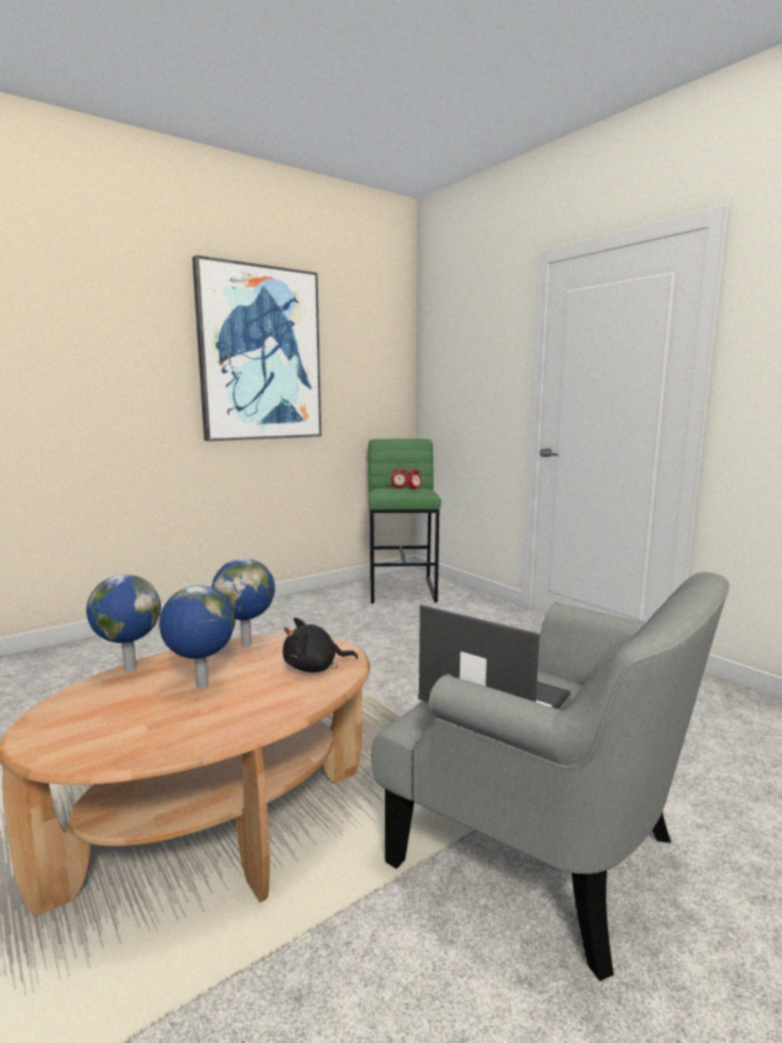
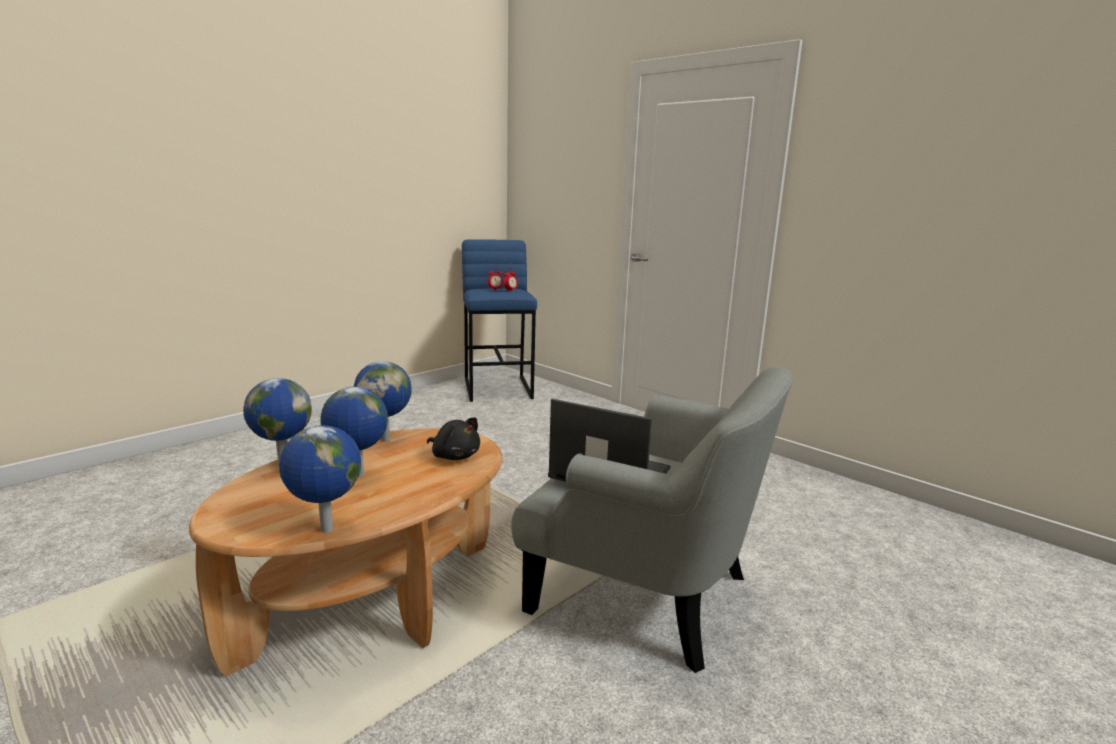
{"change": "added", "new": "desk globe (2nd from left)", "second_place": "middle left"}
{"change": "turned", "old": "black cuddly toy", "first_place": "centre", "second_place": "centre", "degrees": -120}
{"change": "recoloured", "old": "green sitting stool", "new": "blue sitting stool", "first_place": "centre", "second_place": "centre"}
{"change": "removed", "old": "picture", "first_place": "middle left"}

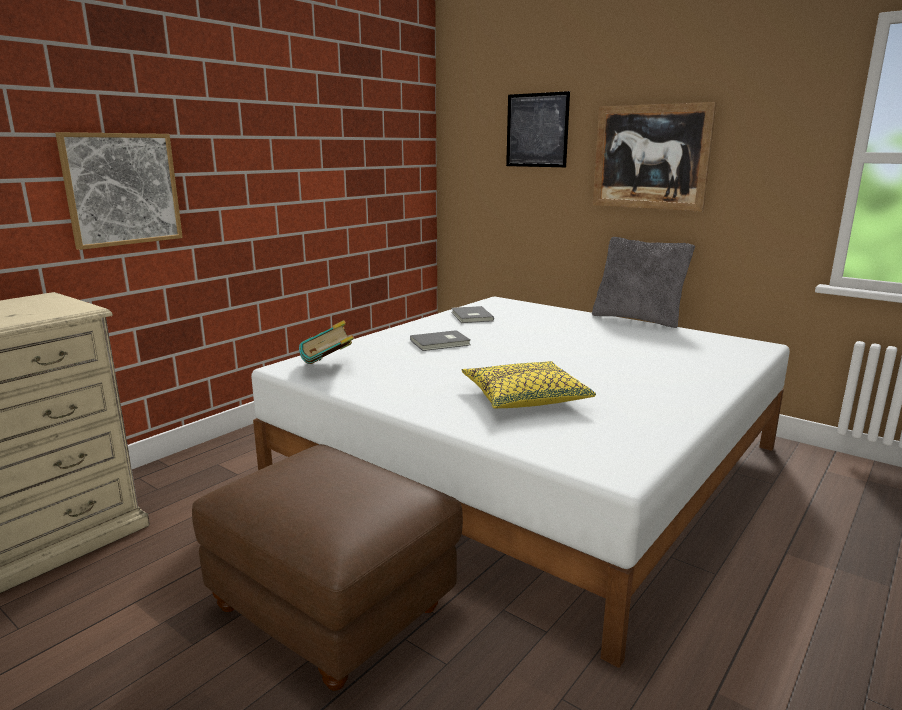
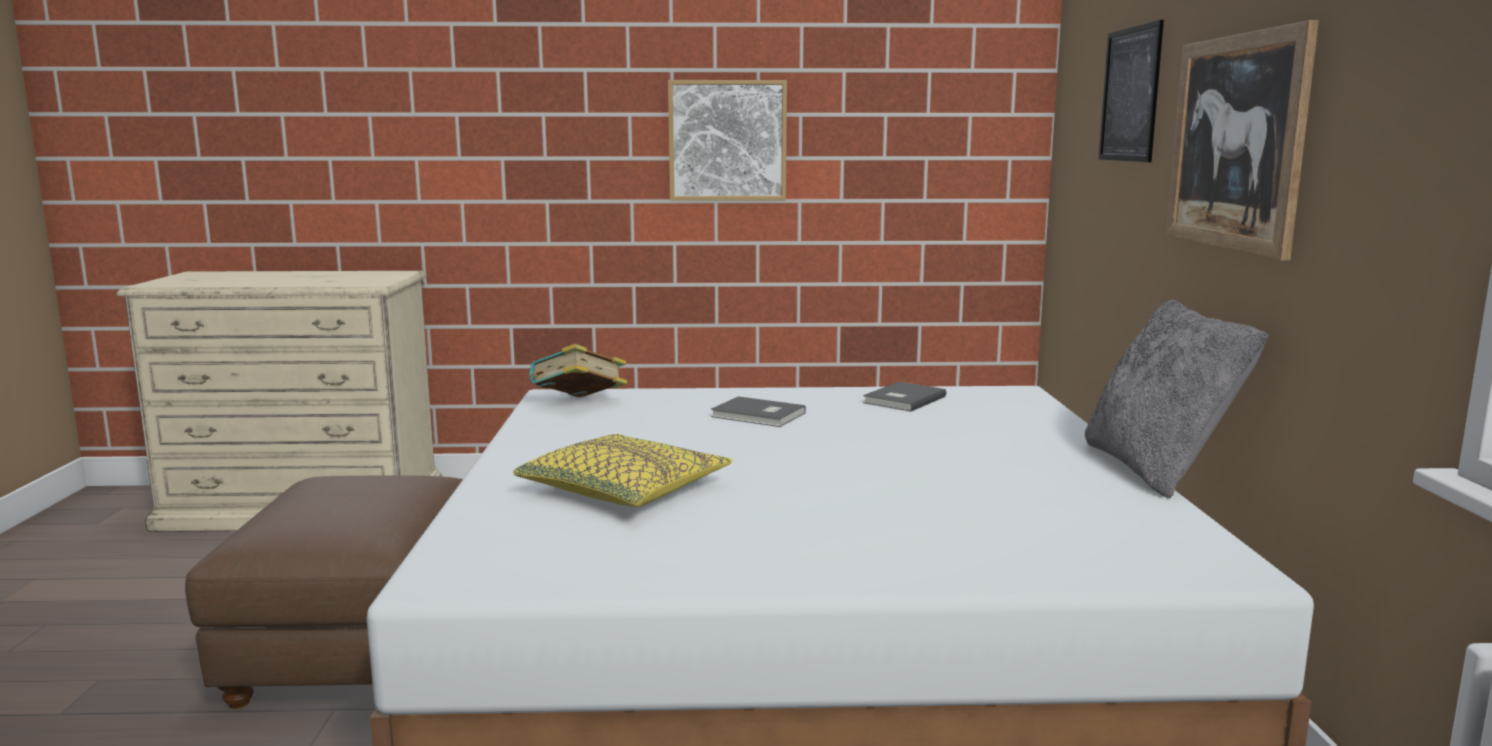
{"change": "moved", "old": "picture (1st from left)", "first_place": "top left", "second_place": "top centre"}

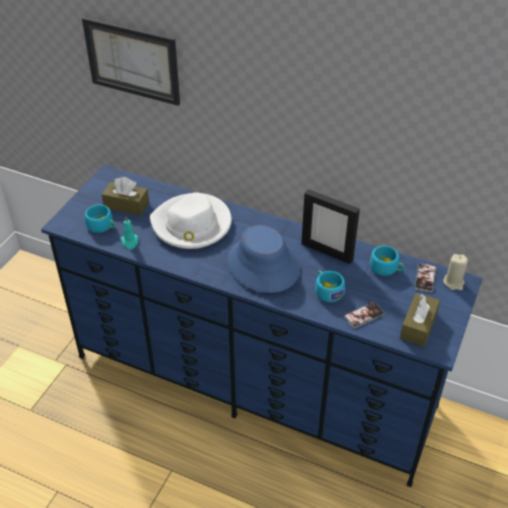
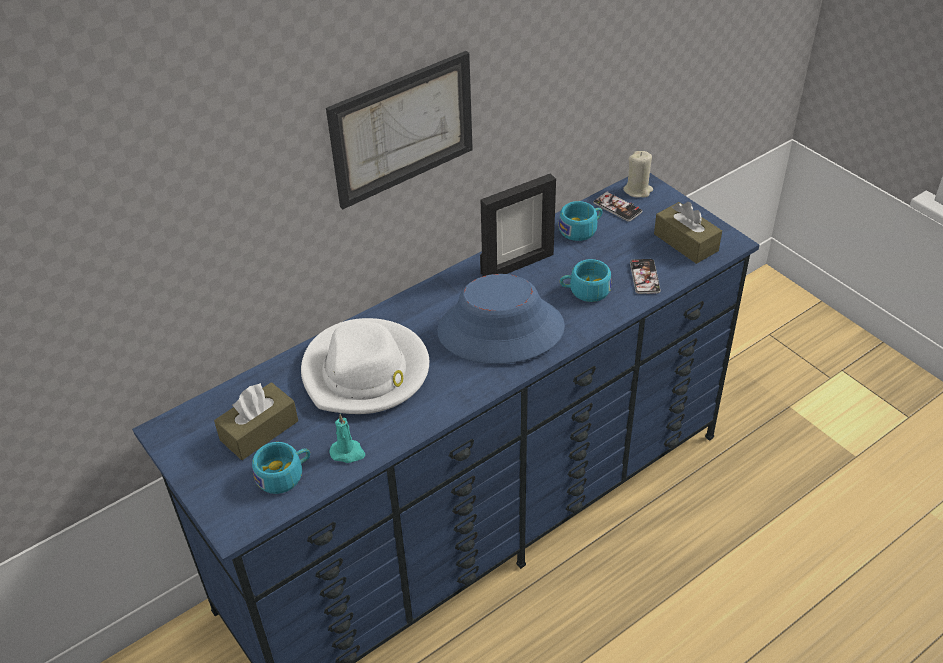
{"change": "moved", "old": "picture", "first_place": "top left", "second_place": "top centre"}

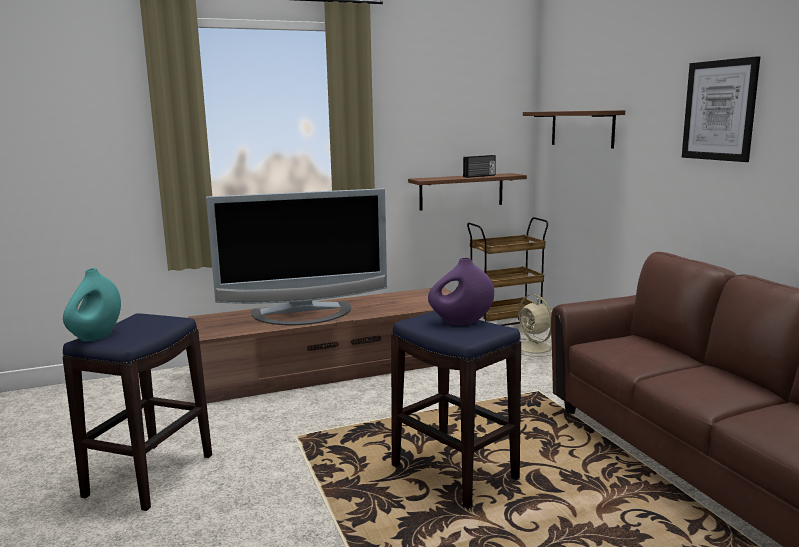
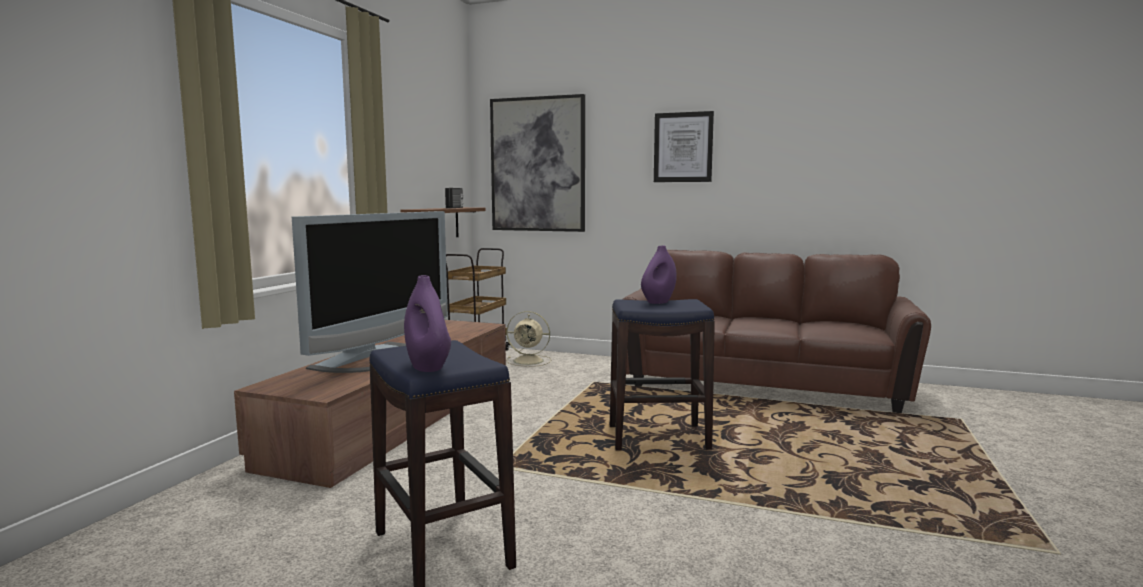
{"change": "recoloured", "old": "turquoise flower vase", "new": "purplish flower vase (1st from left)", "first_place": "middle left", "second_place": "centre"}
{"change": "replaced", "old": "brown-coloured shelf (2nd from left)", "new": "picture (1st from left)", "first_place": "top right", "second_place": "top centre"}

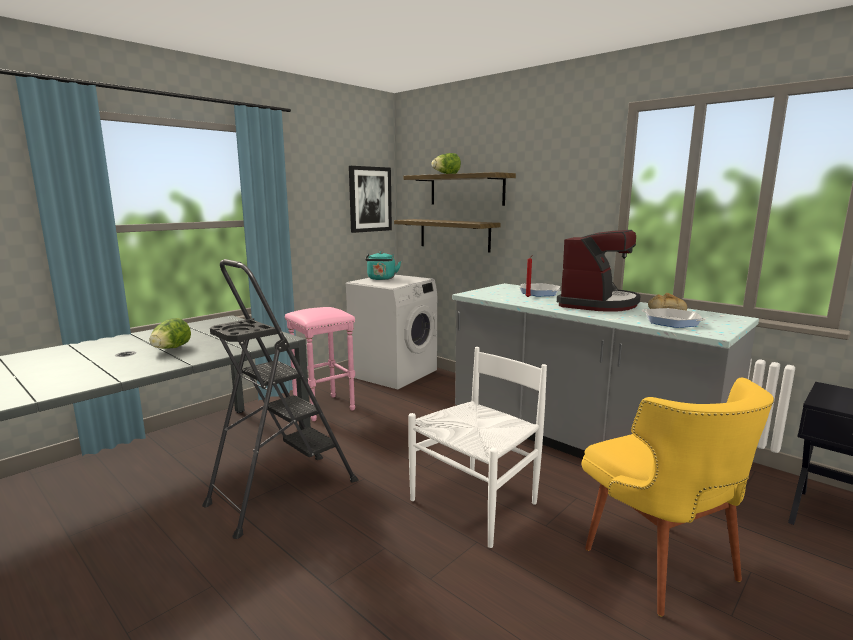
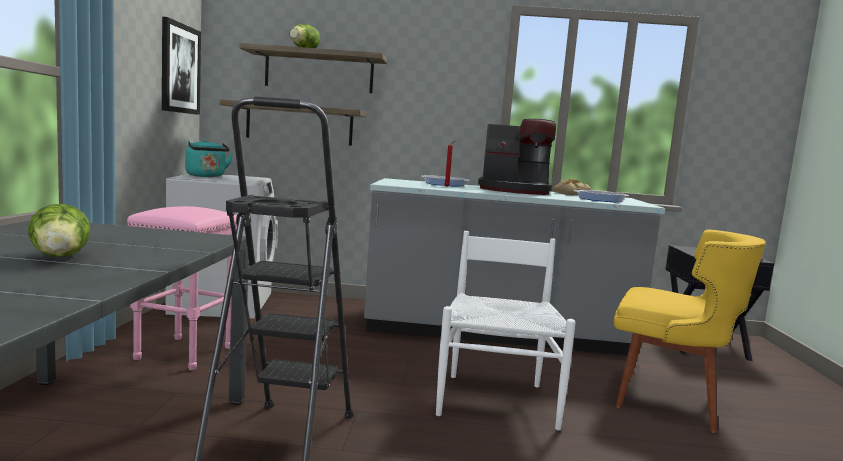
{"change": "turned", "old": "coffee machine", "first_place": "middle right", "second_place": "centre", "degrees": 105}

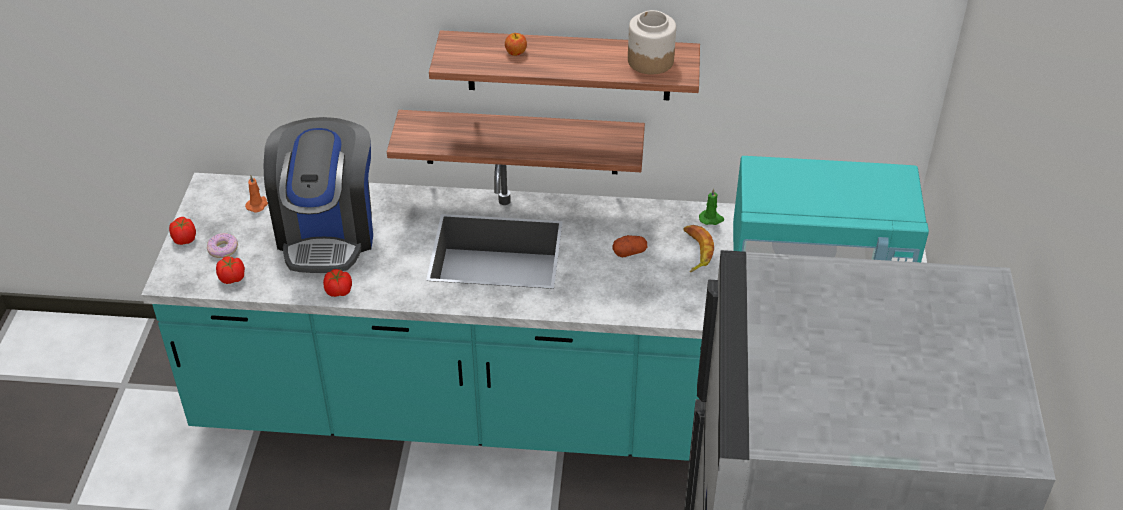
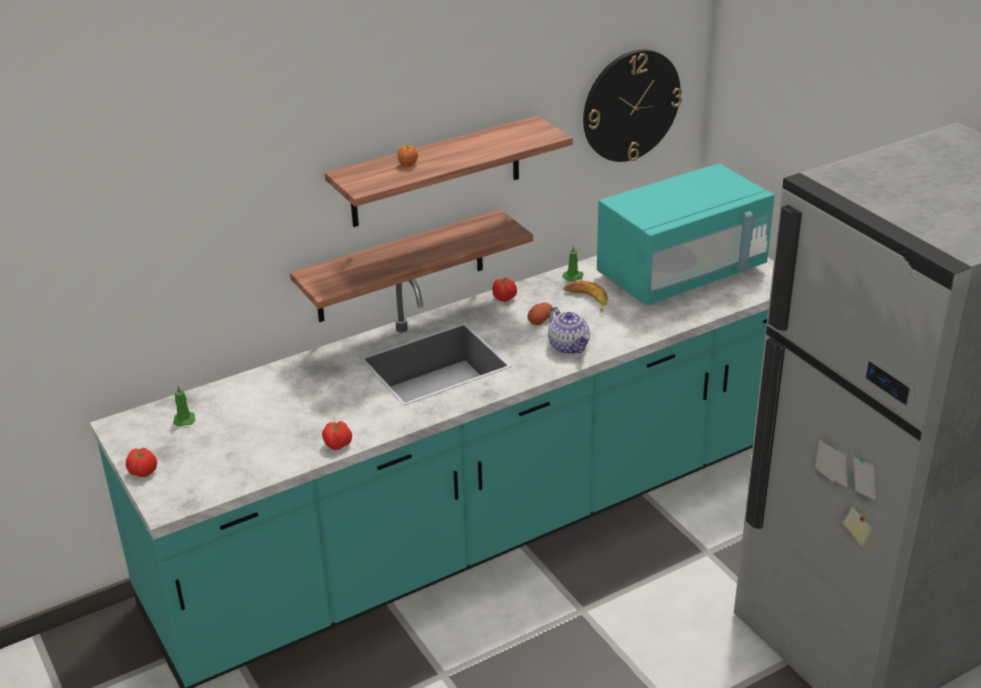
{"change": "recoloured", "old": "orange wax candle", "new": "green wax candle (1st from left)", "first_place": "middle left", "second_place": "middle left"}
{"change": "moved", "old": "whole tomato (2nd from left in the first image)", "new": "whole tomato (3rd from left)", "first_place": "middle left", "second_place": "centre"}
{"change": "added", "new": "teapot", "second_place": "centre"}
{"change": "added", "new": "clock on the wall", "second_place": "top centre"}
{"change": "removed", "old": "ring doughnut", "first_place": "middle left"}
{"change": "removed", "old": "coffee machine", "first_place": "middle left"}
{"change": "removed", "old": "preserve jar", "first_place": "top centre"}

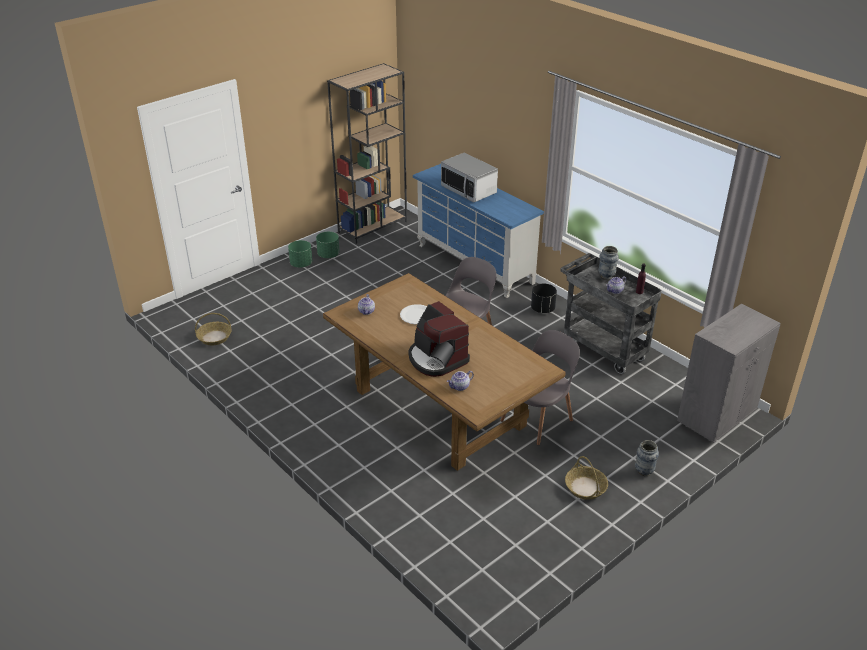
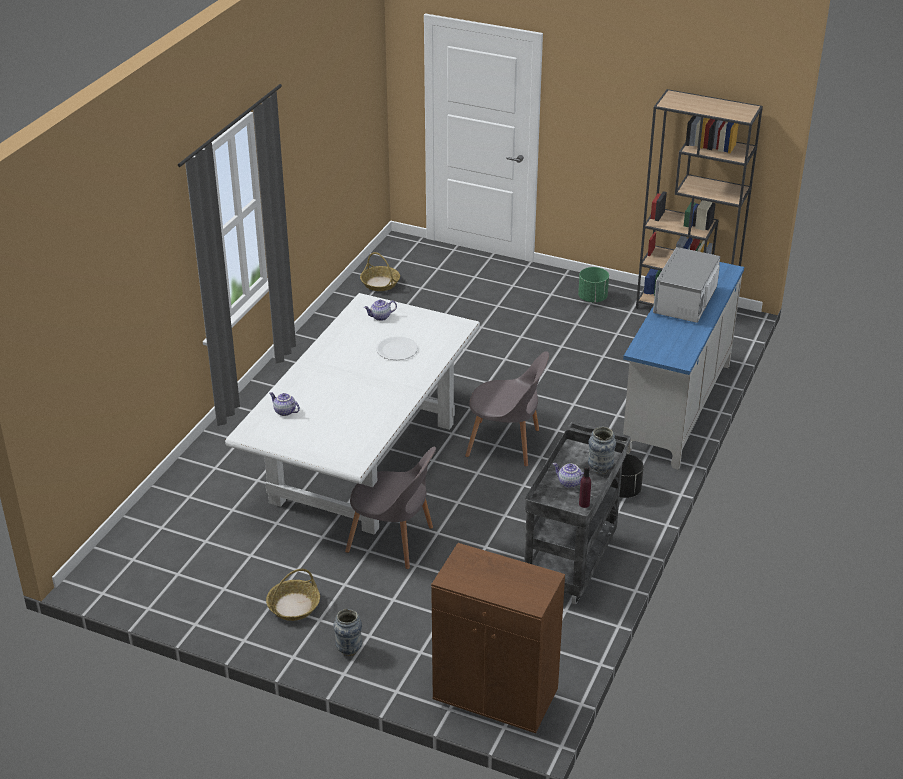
{"change": "recoloured", "old": "brown-coloured dining table", "new": "white-coloured dining table", "first_place": "centre", "second_place": "centre"}
{"change": "recoloured", "old": "greyish cabinet", "new": "brown-coloured cabinet", "first_place": "middle right", "second_place": "bottom centre"}
{"change": "removed", "old": "green plant pot (1st from left)", "first_place": "centre"}
{"change": "removed", "old": "coffee machine", "first_place": "centre"}

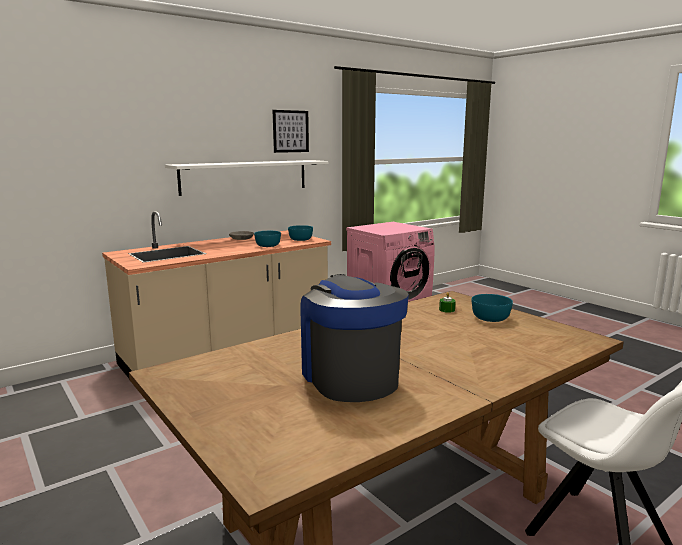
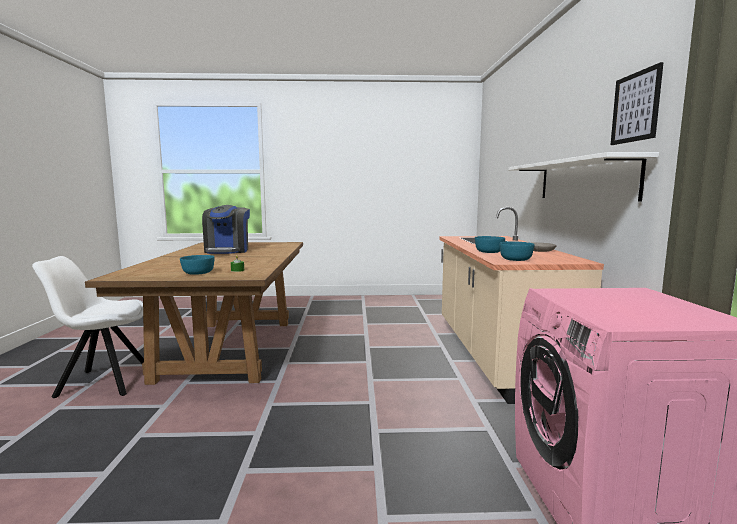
{"change": "turned", "old": "coffee machine", "first_place": "centre", "second_place": "middle left", "degrees": 75}

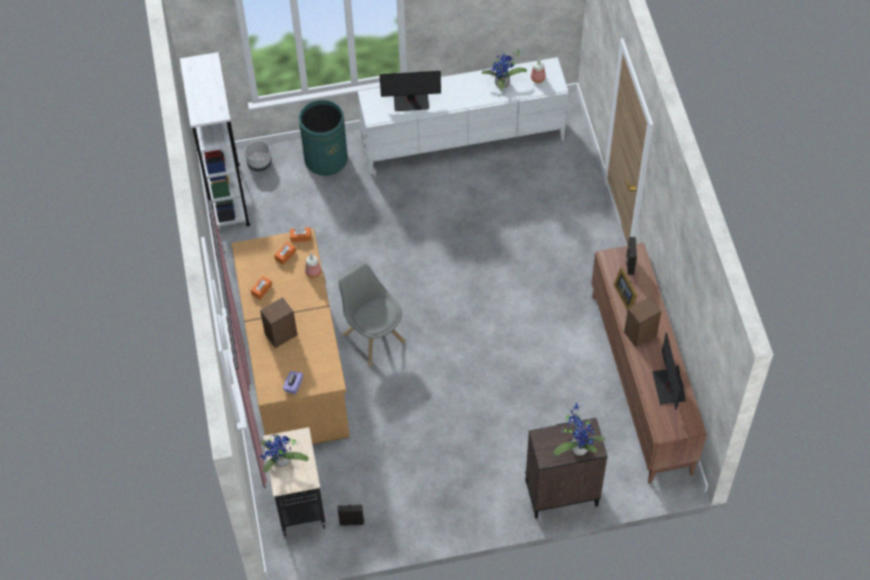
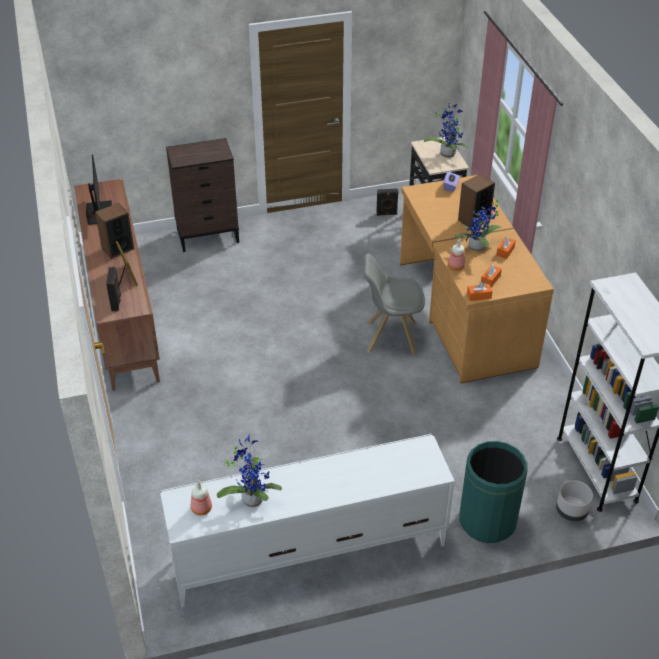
{"change": "turned", "old": "greyish upright chair", "first_place": "centre", "second_place": "centre", "degrees": 135}
{"change": "moved", "old": "plant in a pot (3rd from left)", "first_place": "bottom centre", "second_place": "middle right"}
{"change": "removed", "old": "monitor (1st from left)", "first_place": "top centre"}

